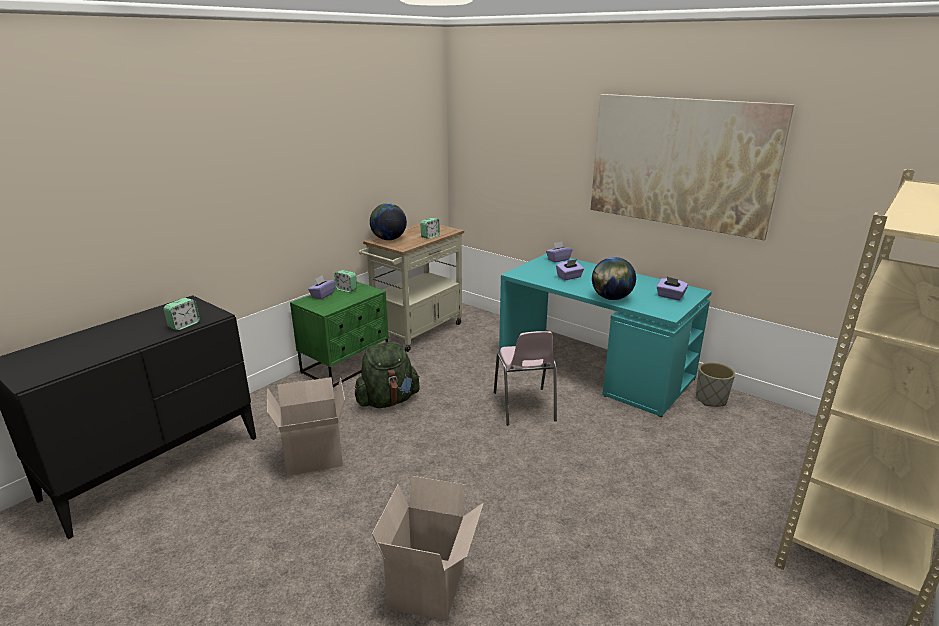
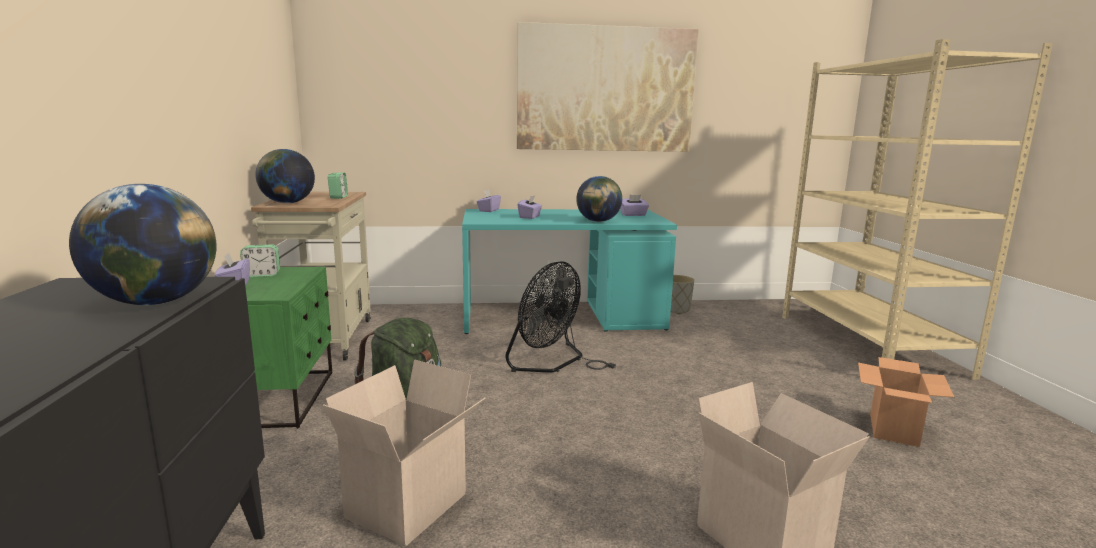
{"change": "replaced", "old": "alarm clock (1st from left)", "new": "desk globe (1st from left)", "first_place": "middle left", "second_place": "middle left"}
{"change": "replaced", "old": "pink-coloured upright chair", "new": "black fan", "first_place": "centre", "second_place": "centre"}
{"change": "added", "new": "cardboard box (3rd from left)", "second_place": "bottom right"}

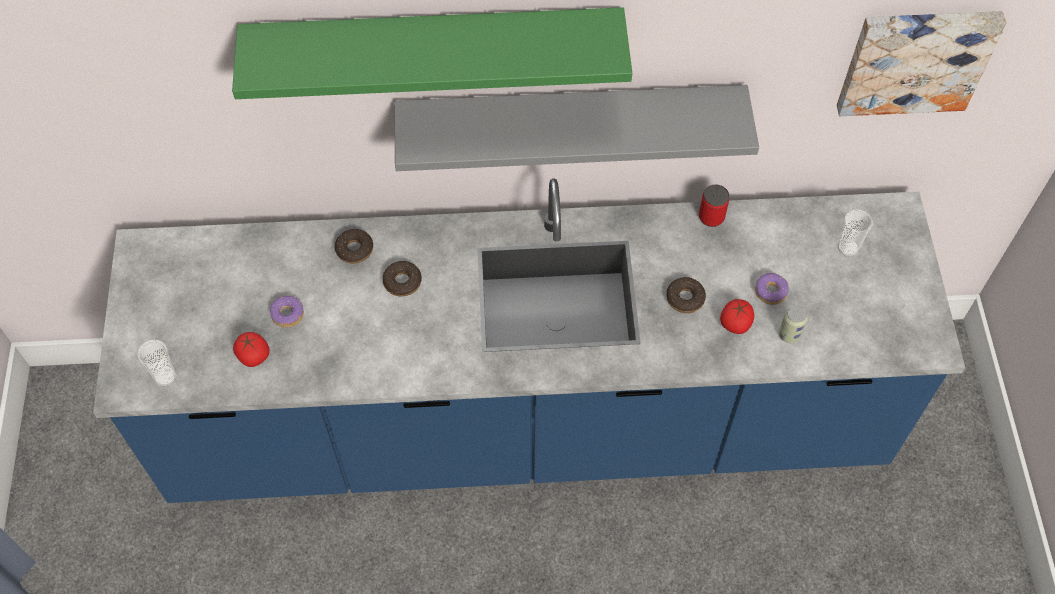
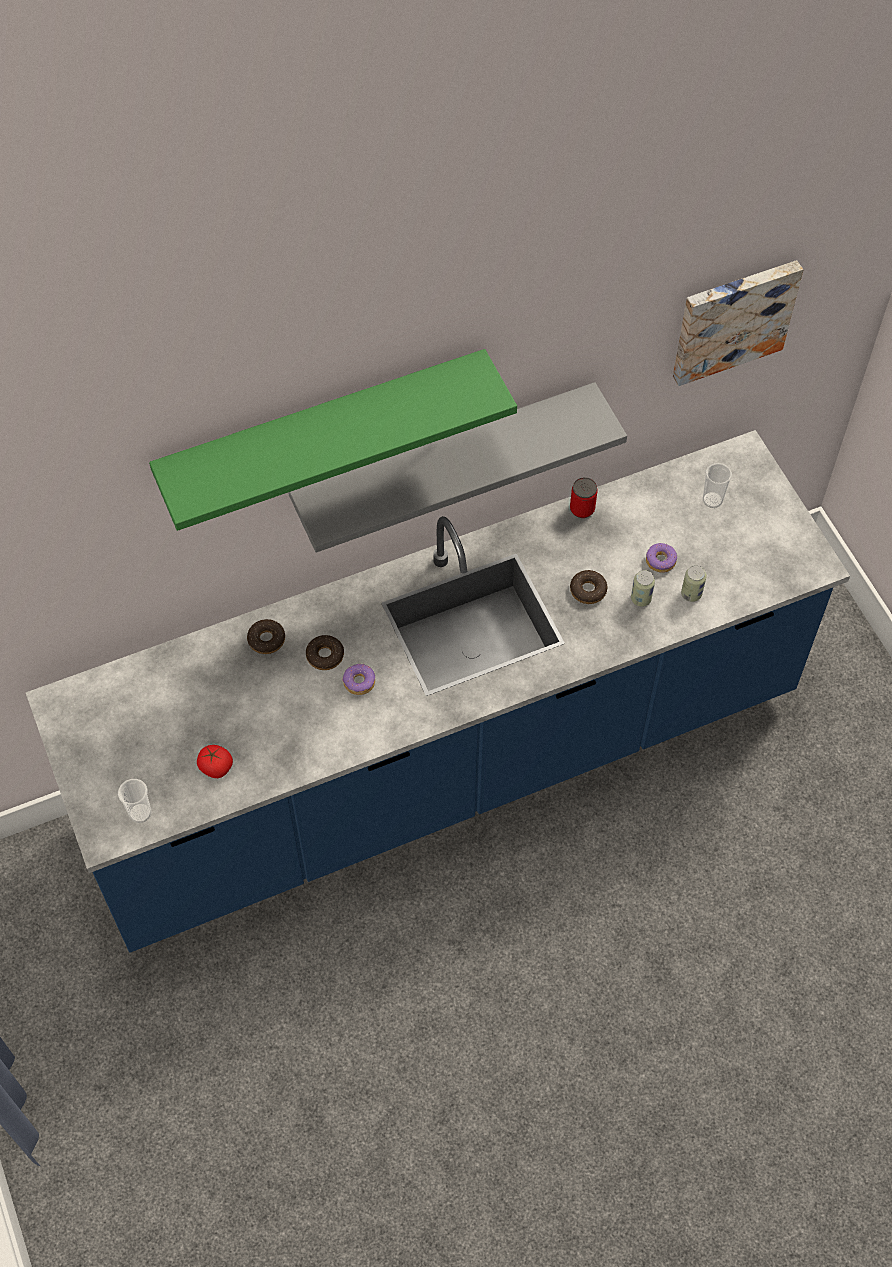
{"change": "moved", "old": "ring doughnut (1st from left in the first image)", "new": "ring doughnut (3rd from left)", "first_place": "middle left", "second_place": "centre"}
{"change": "replaced", "old": "whole tomato (2nd from left)", "new": "sealed can (2nd from left)", "first_place": "middle right", "second_place": "middle right"}

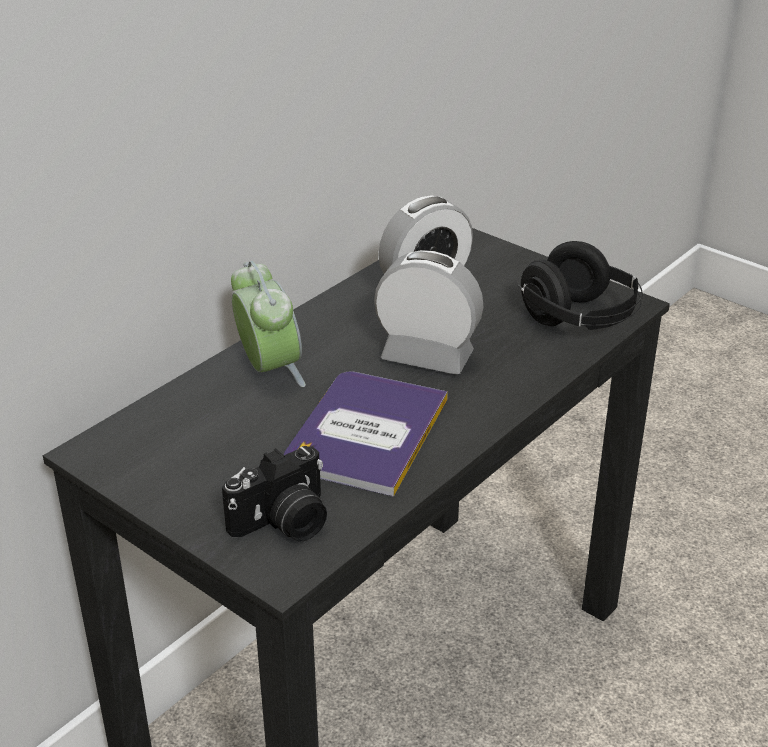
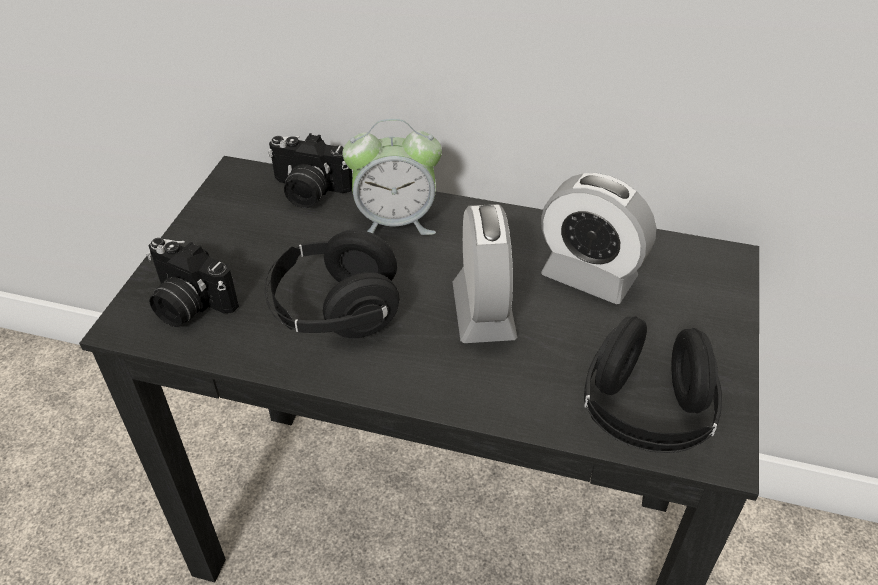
{"change": "replaced", "old": "volume", "new": "black headphones (1st from left)", "first_place": "centre", "second_place": "centre"}
{"change": "added", "new": "still camera (2nd from left)", "second_place": "top centre"}
{"change": "turned", "old": "alarm clock (1st from left)", "first_place": "centre", "second_place": "top centre", "degrees": 45}

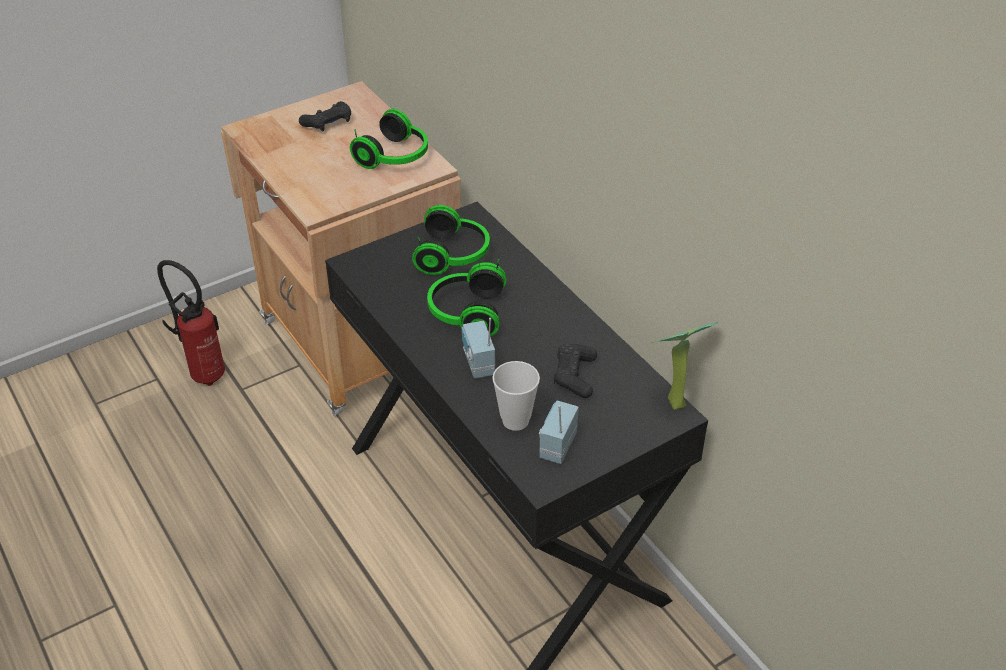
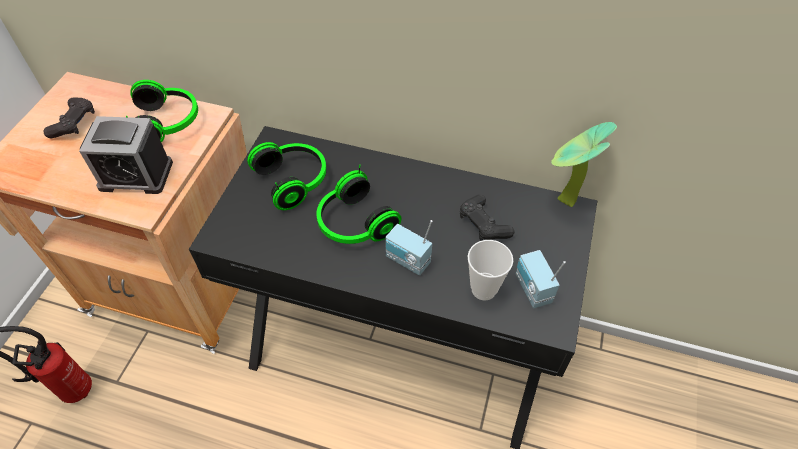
{"change": "added", "new": "alarm clock", "second_place": "middle left"}

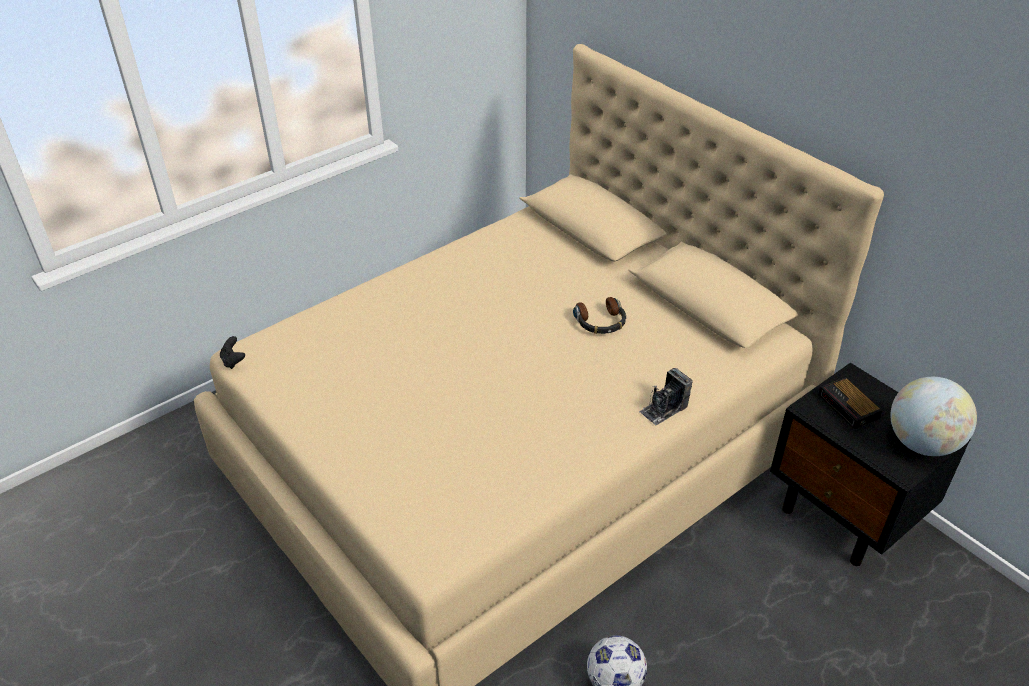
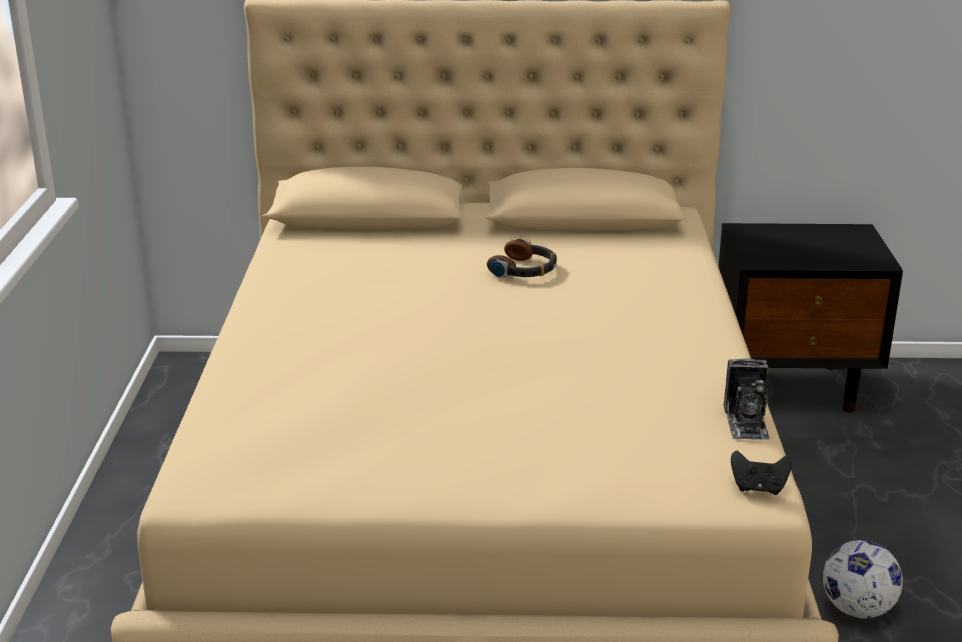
{"change": "moved", "old": "still camera", "first_place": "centre", "second_place": "middle right"}
{"change": "moved", "old": "black joypad", "first_place": "middle left", "second_place": "bottom right"}
{"change": "removed", "old": "alarm clock", "first_place": "middle right"}
{"change": "removed", "old": "desk globe", "first_place": "middle right"}

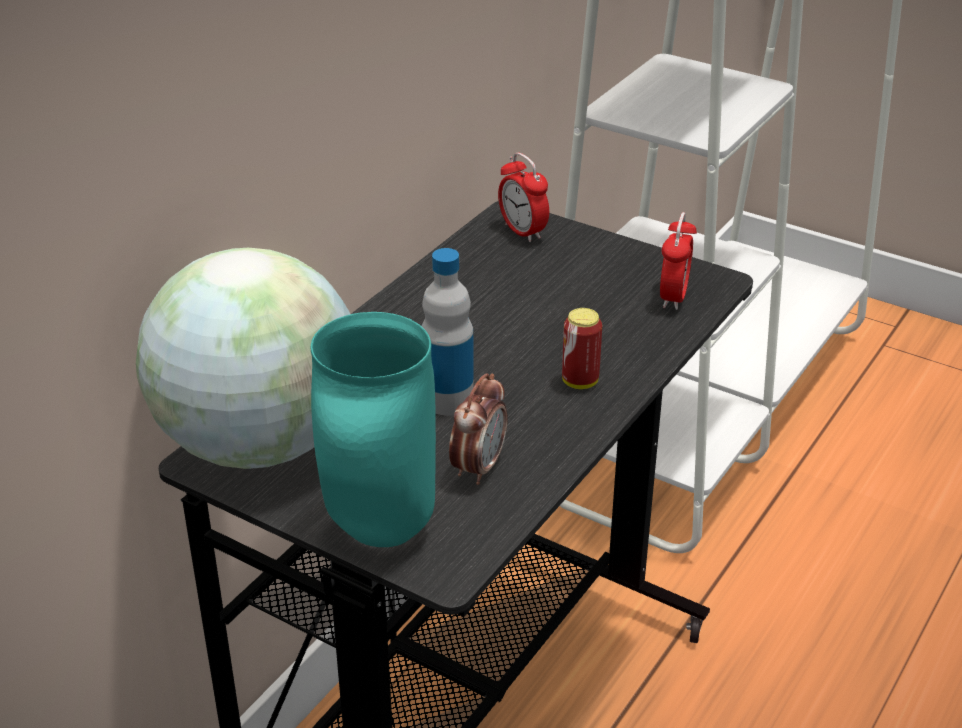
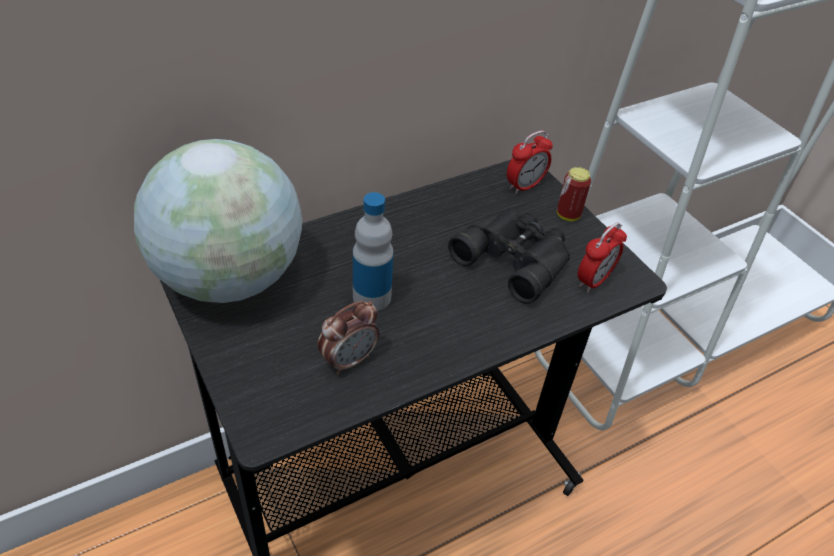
{"change": "added", "new": "black binoculars", "second_place": "centre"}
{"change": "turned", "old": "alarm clock (2nd from left)", "first_place": "top centre", "second_place": "top centre", "degrees": -120}
{"change": "moved", "old": "sealed can", "first_place": "centre", "second_place": "middle right"}
{"change": "removed", "old": "turquoise flower vase", "first_place": "centre"}

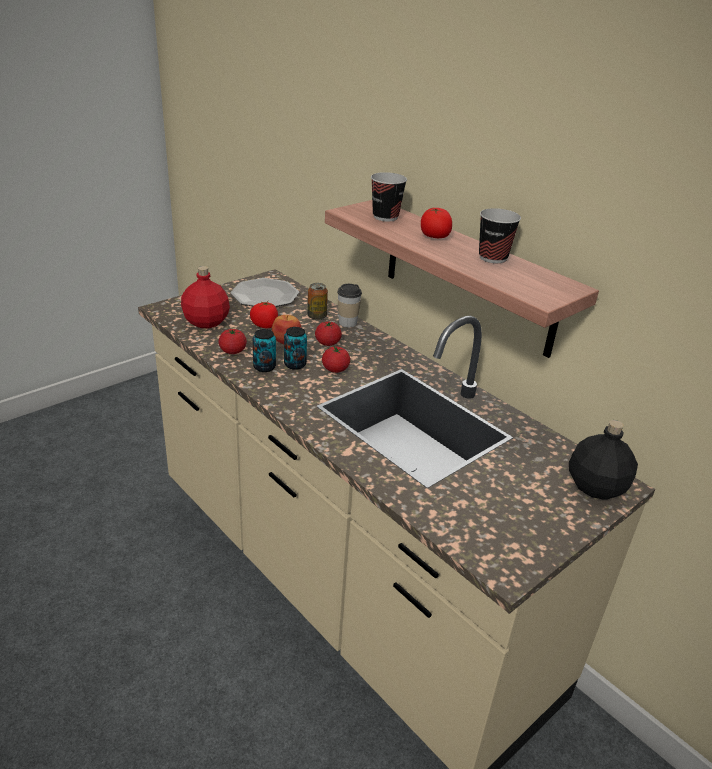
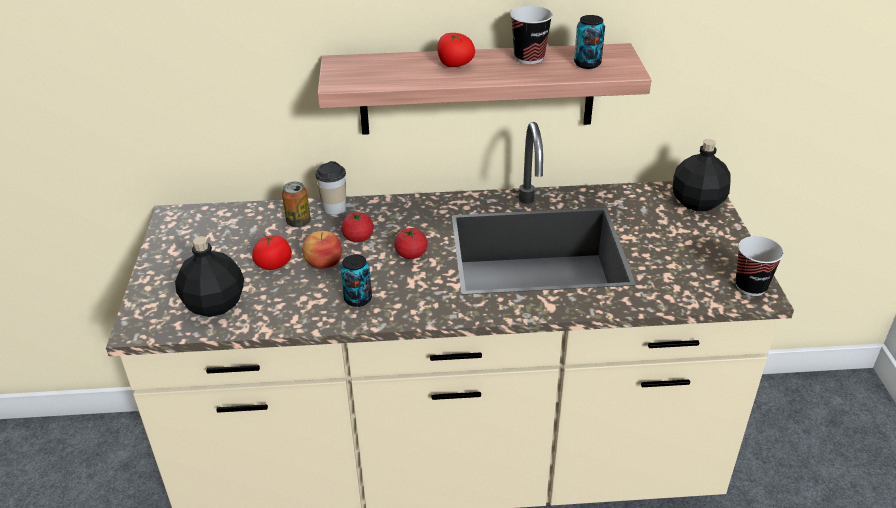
{"change": "recoloured", "old": "reddish drink bottle", "new": "black drink bottle (1st from left)", "first_place": "middle left", "second_place": "middle left"}
{"change": "moved", "old": "sealed can (2nd from left in the first image)", "new": "sealed can (3rd from left)", "first_place": "centre", "second_place": "top centre"}
{"change": "moved", "old": "drinking cup (2nd from left in the first image)", "new": "drinking cup (3rd from left)", "first_place": "top centre", "second_place": "middle right"}
{"change": "removed", "old": "whole tomato (1st from left)", "first_place": "middle left"}
{"change": "removed", "old": "flat dish", "first_place": "centre"}

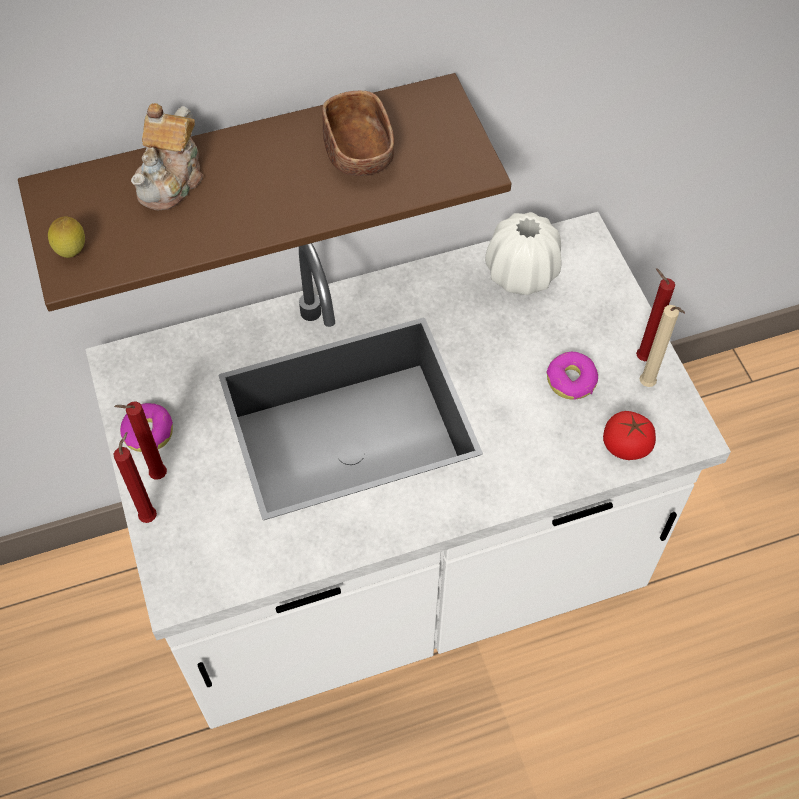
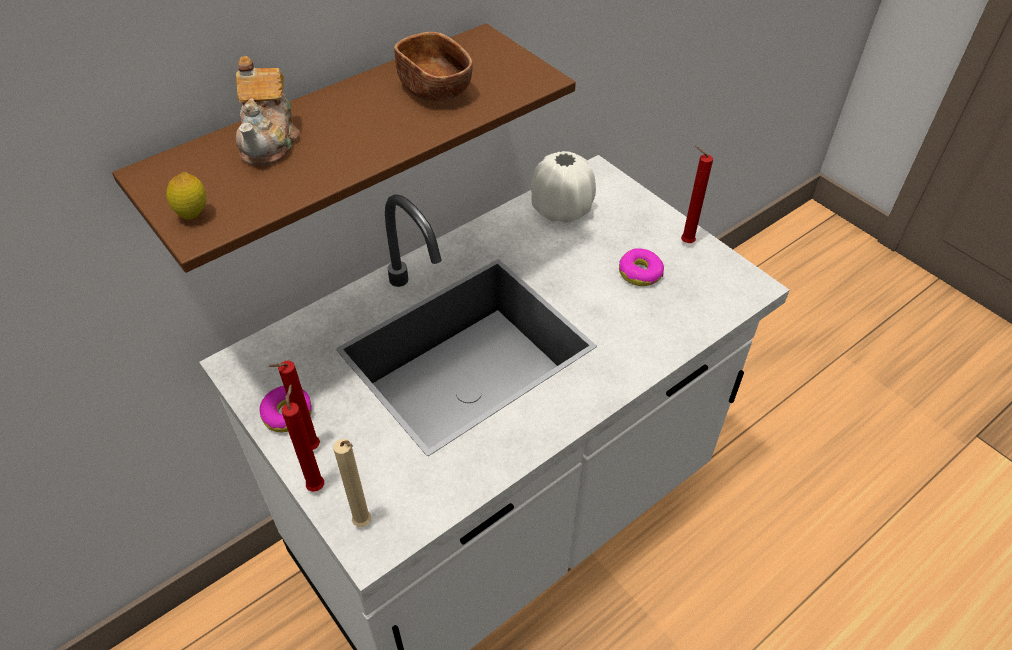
{"change": "moved", "old": "sand-coloured wax candle", "first_place": "middle right", "second_place": "bottom centre"}
{"change": "removed", "old": "whole tomato", "first_place": "middle right"}

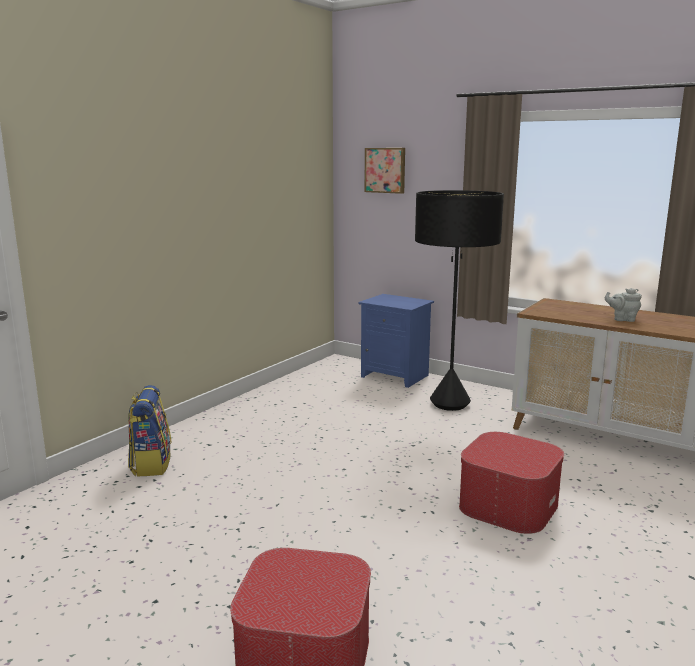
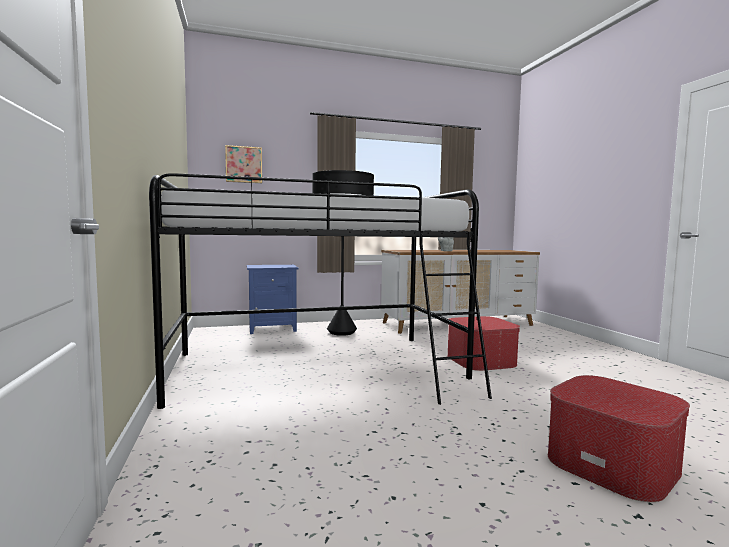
{"change": "added", "new": "black bedroom bed", "second_place": "centre"}
{"change": "removed", "old": "rucksack", "first_place": "middle left"}

